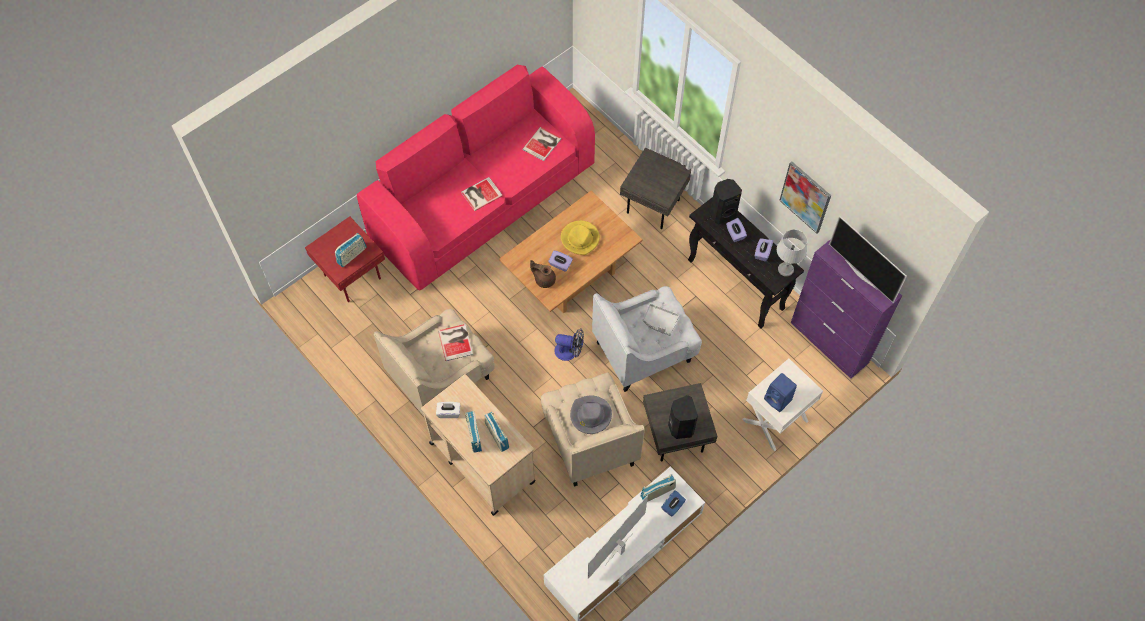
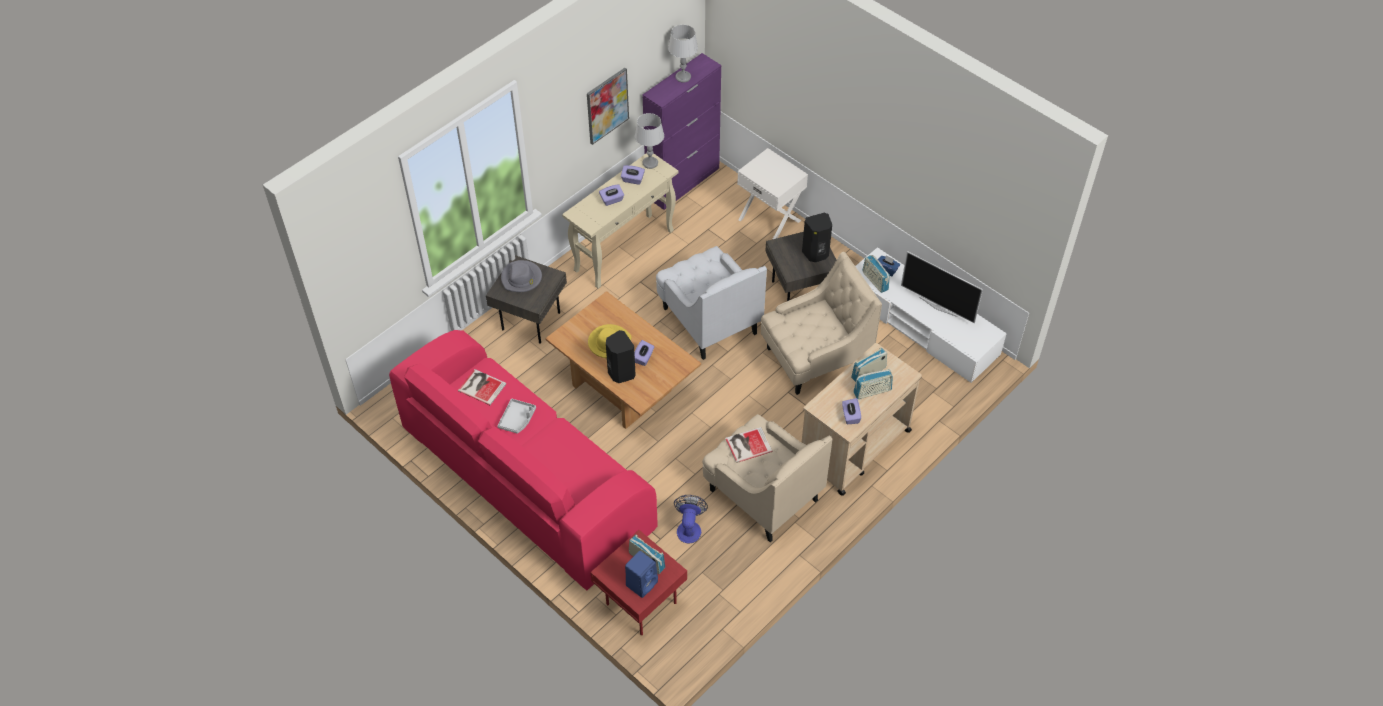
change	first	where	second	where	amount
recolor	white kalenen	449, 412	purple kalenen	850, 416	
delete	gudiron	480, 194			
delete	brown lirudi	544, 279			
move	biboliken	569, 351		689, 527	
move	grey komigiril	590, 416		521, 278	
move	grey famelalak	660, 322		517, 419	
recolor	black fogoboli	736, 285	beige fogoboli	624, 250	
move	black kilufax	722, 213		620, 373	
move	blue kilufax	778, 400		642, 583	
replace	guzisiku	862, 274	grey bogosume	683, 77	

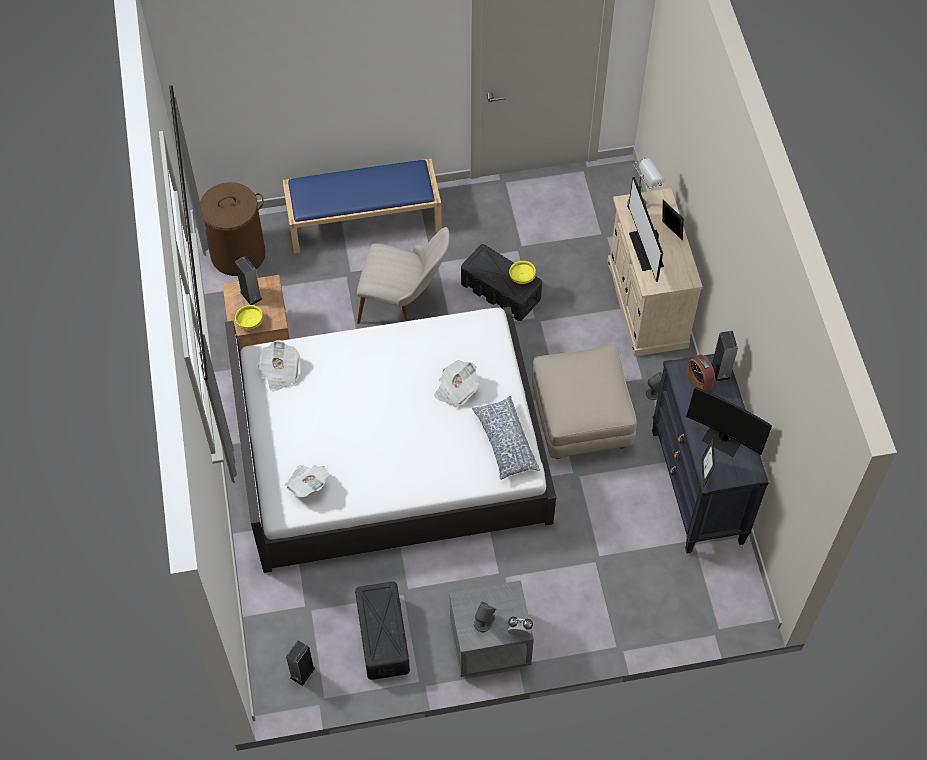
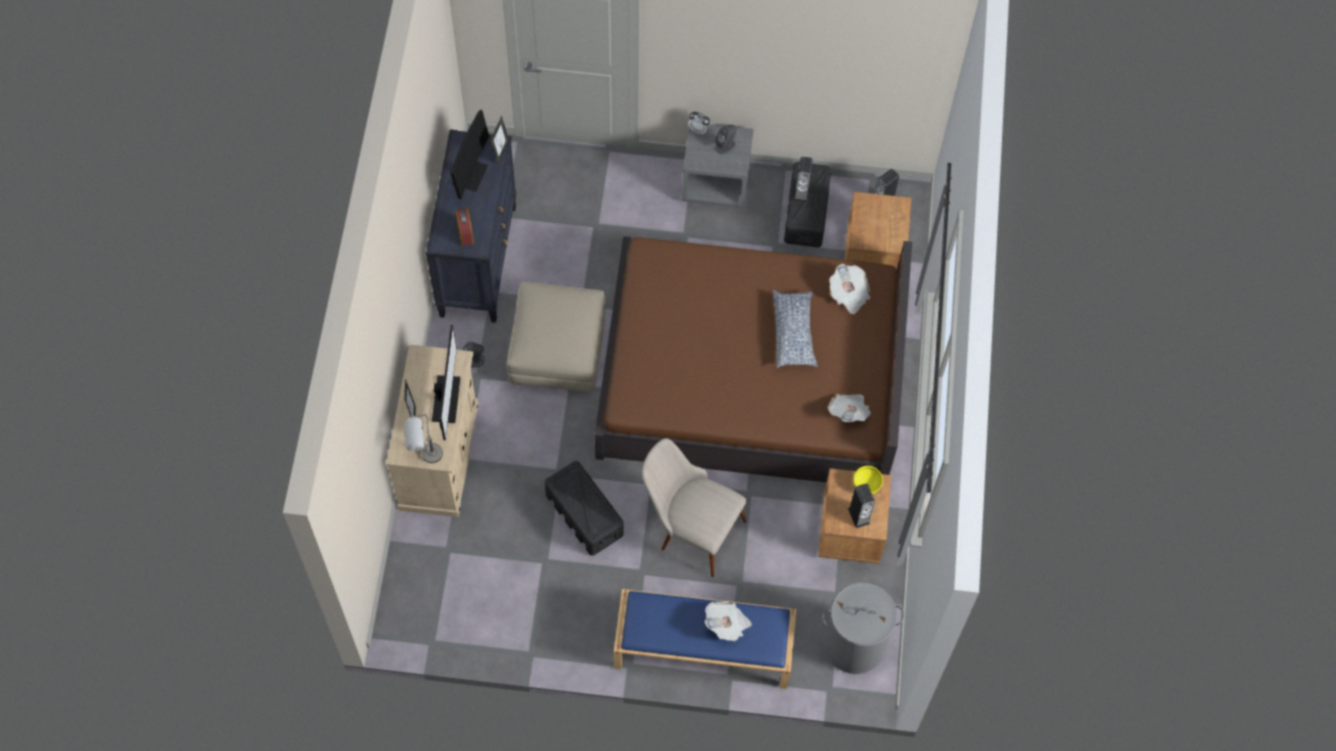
change	first	where	second	where	amount
recolor	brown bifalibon	238, 254	grey bifalibon	854, 644	
recolor	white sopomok	390, 450	brown sopomok	751, 376	
move	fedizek	456, 390		727, 625	
move	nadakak	505, 443		794, 333	
delete	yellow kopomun	522, 277			
rotate	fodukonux	723, 439		470, 175	60 degrees clockwise
move	kilufax	720, 370		801, 192	
insert			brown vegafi	873, 255	

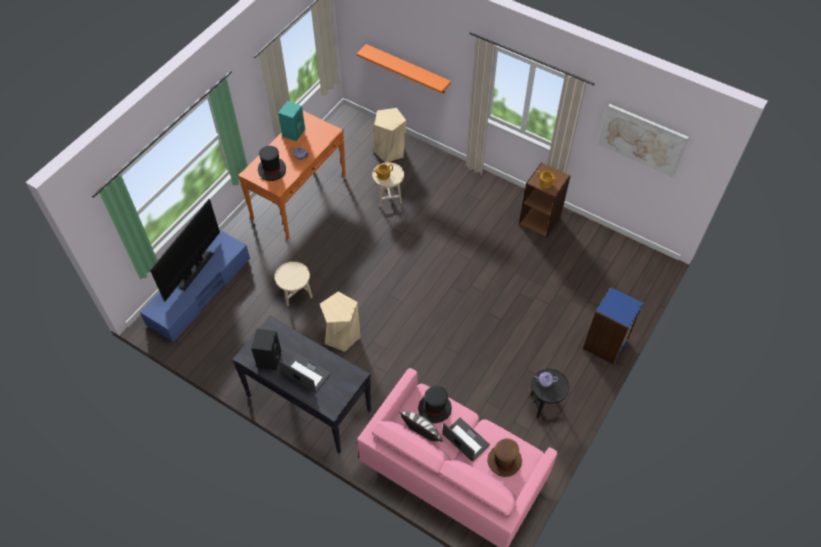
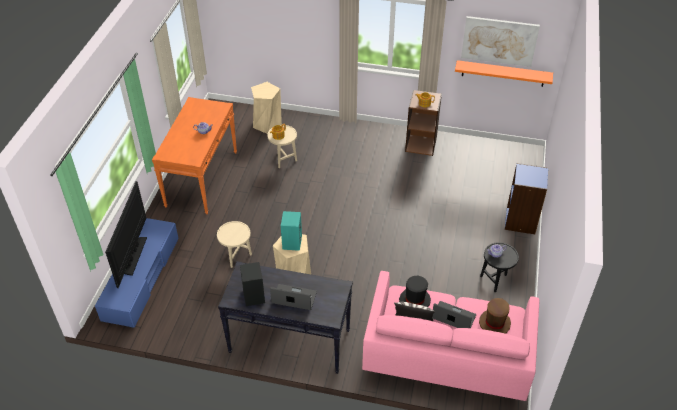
change	first	where	second	where	amount
delete	black komigiril	272, 169			
move	turquoise kilufax	293, 132		291, 242	
move	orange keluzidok	407, 69		503, 73	

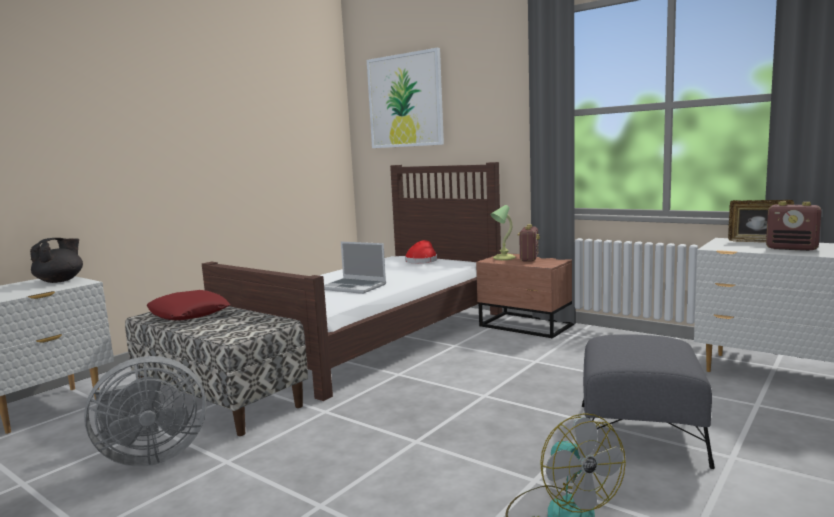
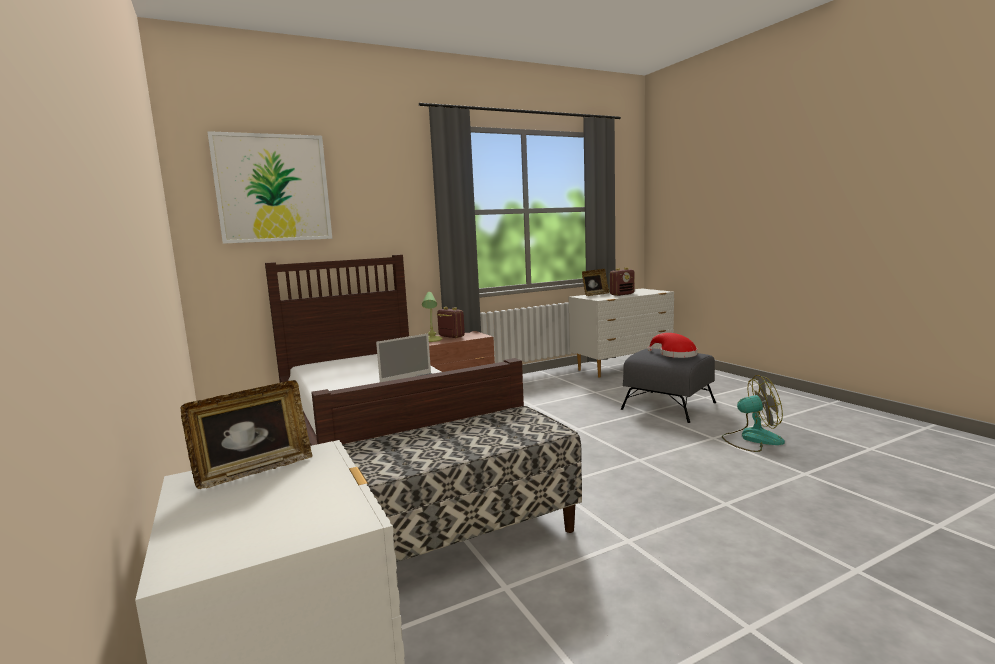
change	first	where	second	where	amount
replace	black lirudi	60, 281	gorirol	254, 470	
delete	grey biboliken	150, 456			
delete	red nadakak	189, 313			
move	red komigiril	422, 261		675, 354	

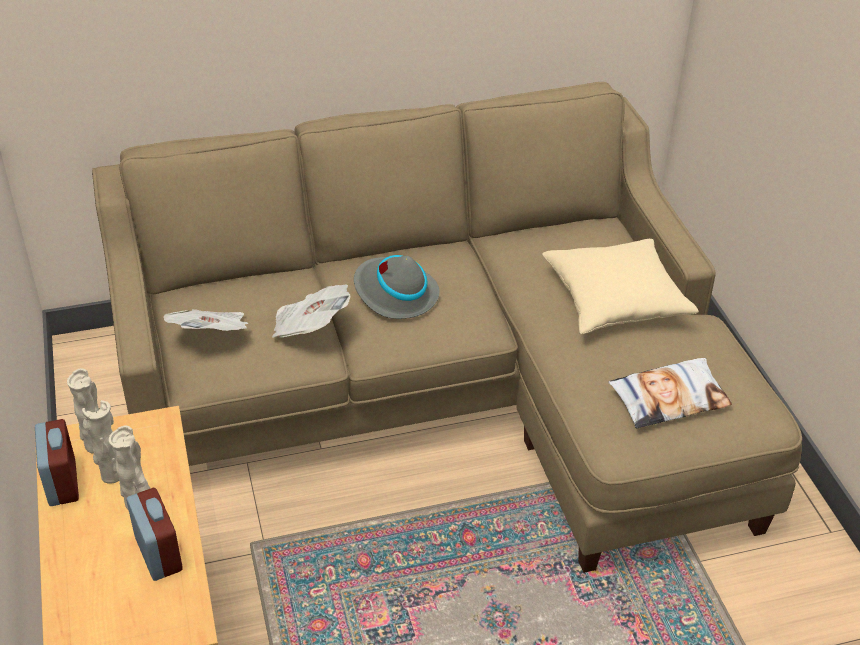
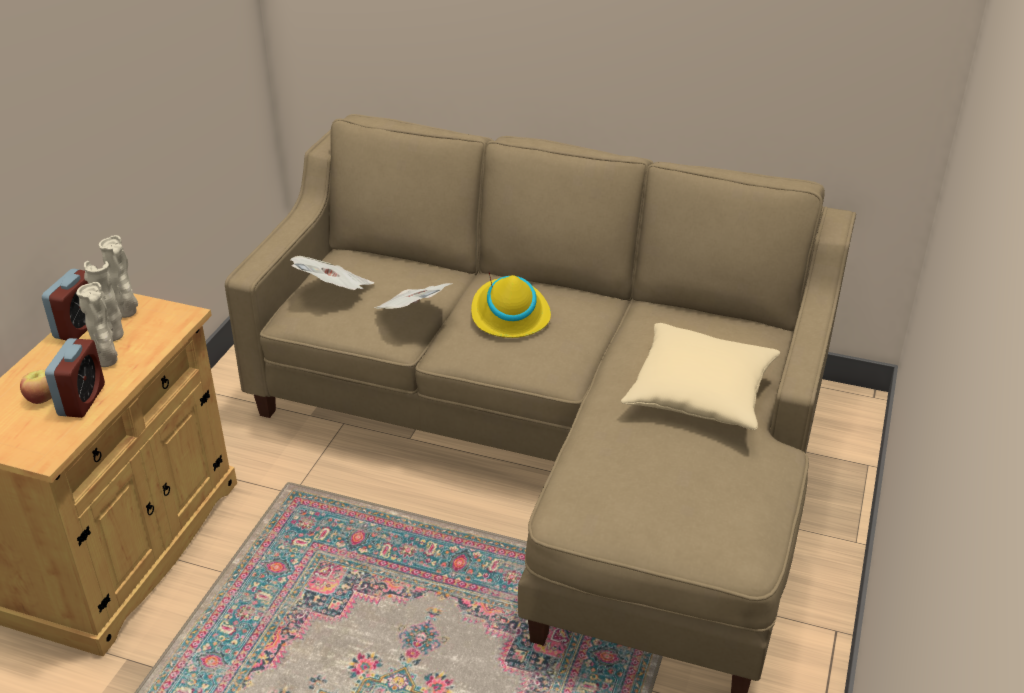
change	first	where	second	where	amount
recolor	grey komigiril	395, 294	yellow komigiril	509, 314	
delete	nadakak	668, 399			
insert			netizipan	42, 398	

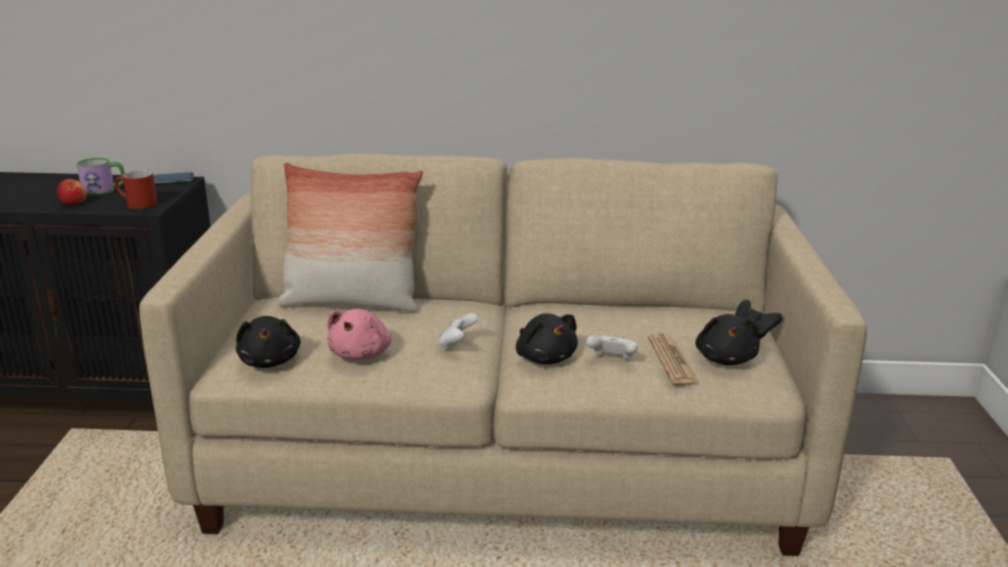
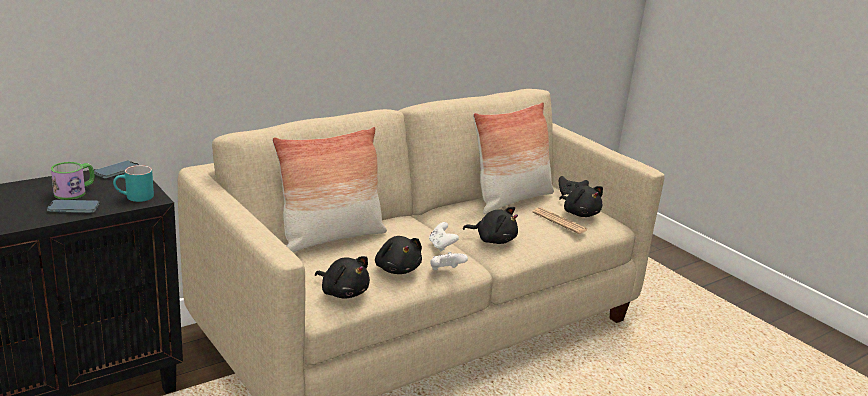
change	first	where	second	where	amount
replace	netizipan	74, 203	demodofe	73, 208	
recolor	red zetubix	136, 204	turquoise zetubix	134, 197	
recolor	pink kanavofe	361, 354	black kanavofe	397, 269	
move	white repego	612, 360		445, 271	
insert			nadakak	511, 199	

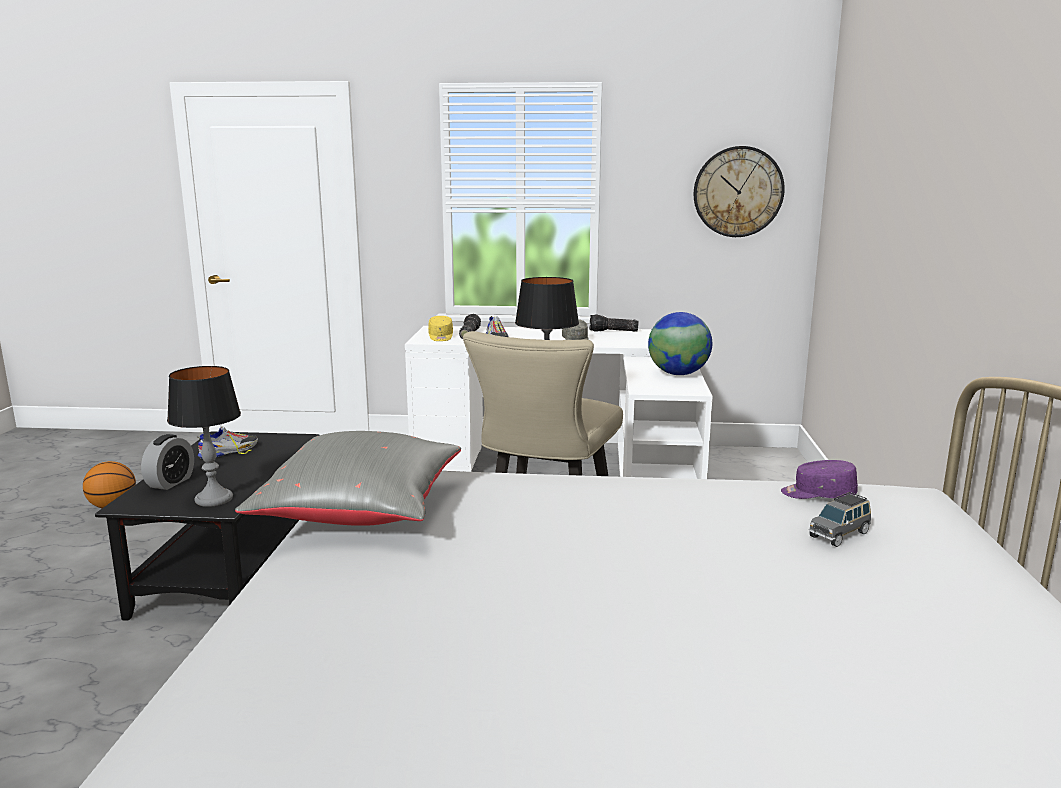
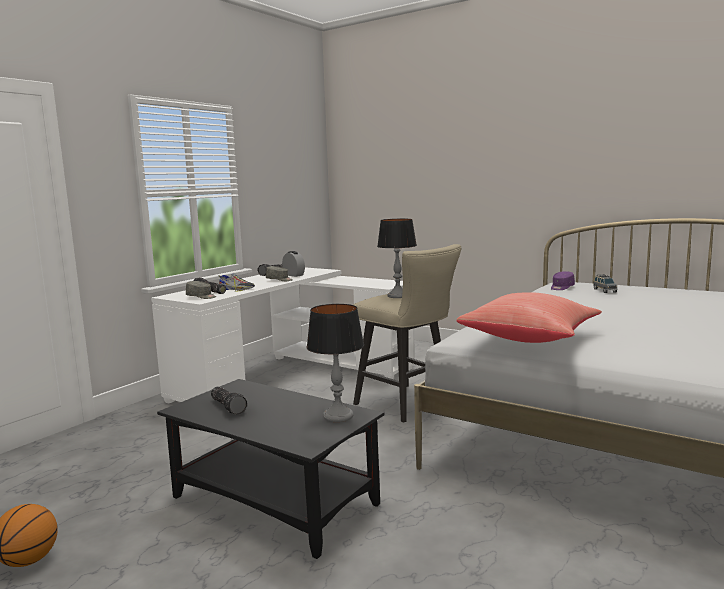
change	first	where	second	where	amount
move	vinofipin	170, 482		293, 275	
replace	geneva	229, 451	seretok	229, 407	
recolor	grey nadakak	363, 512	red nadakak	530, 338	
recolor	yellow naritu	441, 337	grey naritu	201, 297	
delete	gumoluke	678, 374			
delete	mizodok	738, 192			

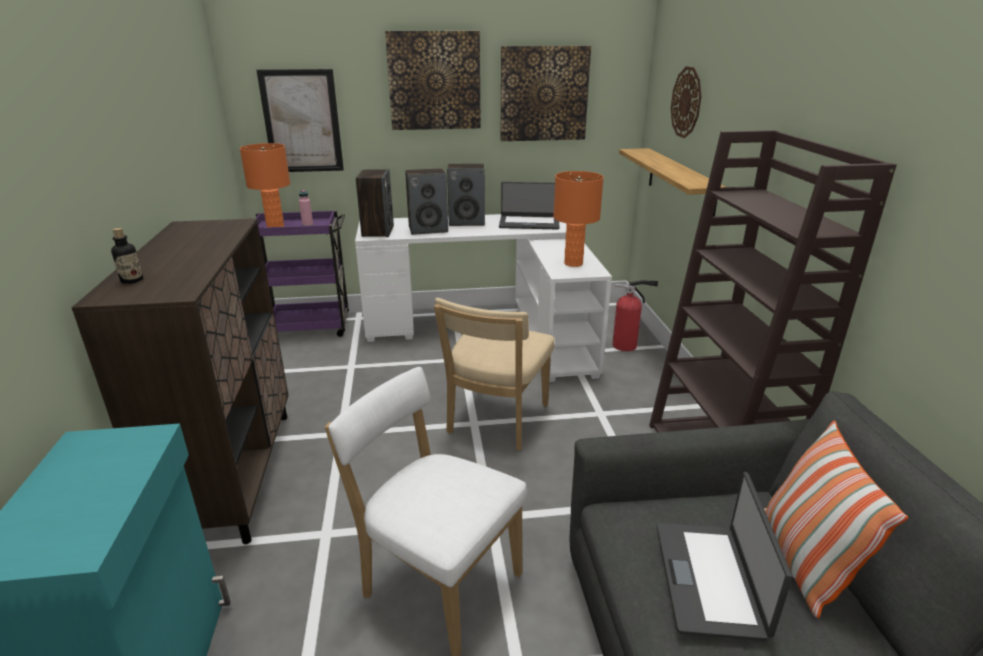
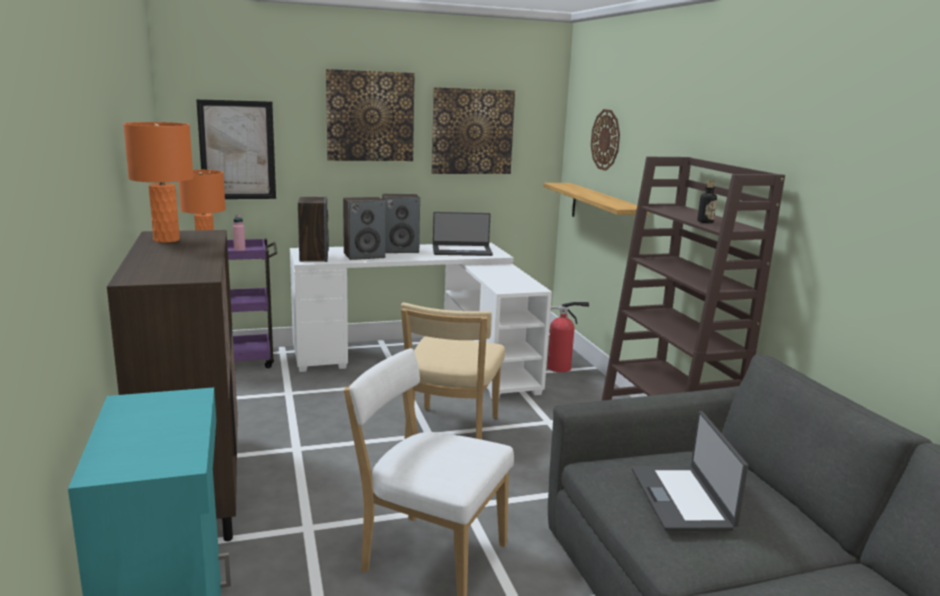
change	first	where	second	where	amount
move	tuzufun	132, 280		705, 222	
move	orange bogosume	573, 263		166, 240	
delete	nadakak	803, 562			

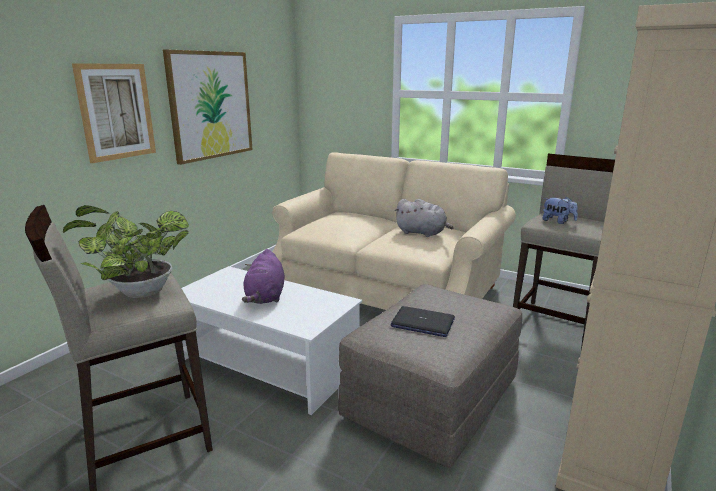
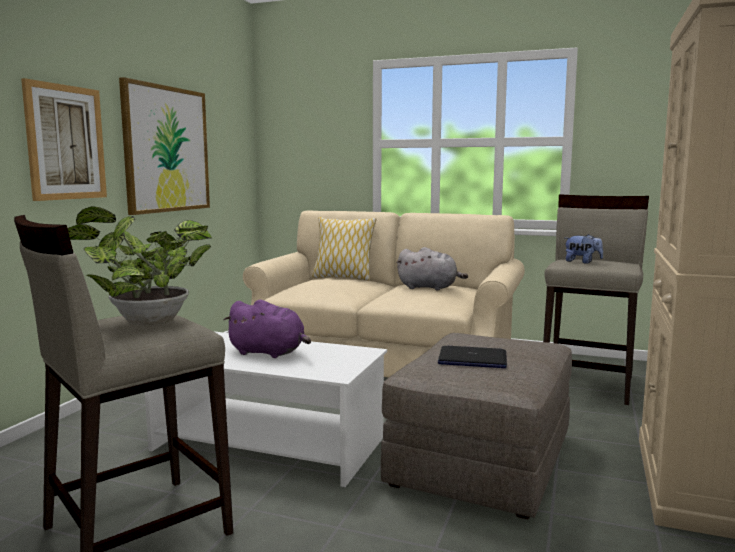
change	first	where	second	where	amount
rotate	purple kanavofe	265, 297		269, 353	60 degrees counterclockwise
insert			nadakak	343, 278	

